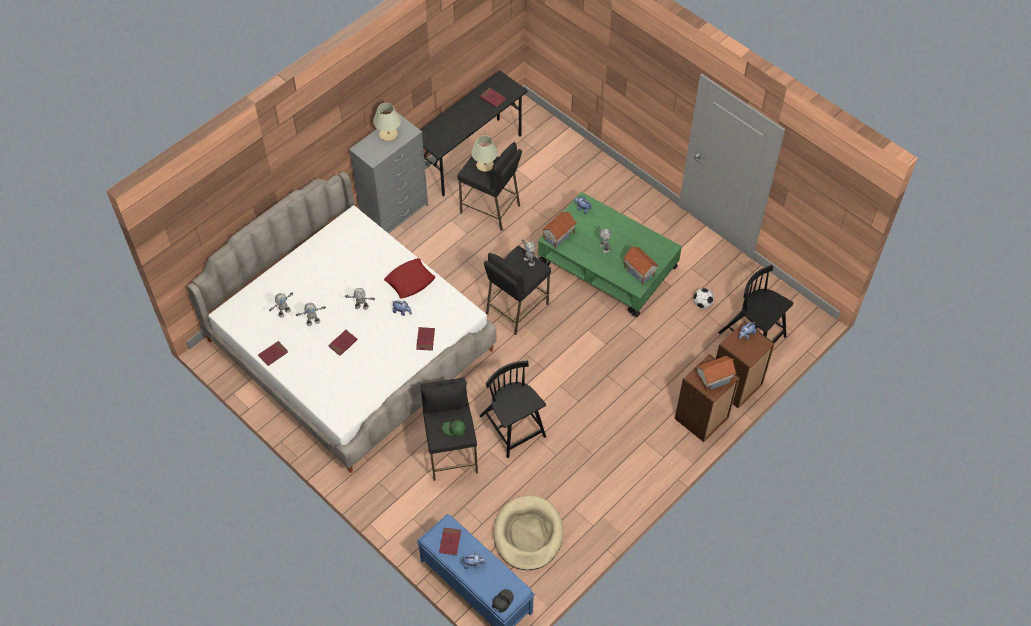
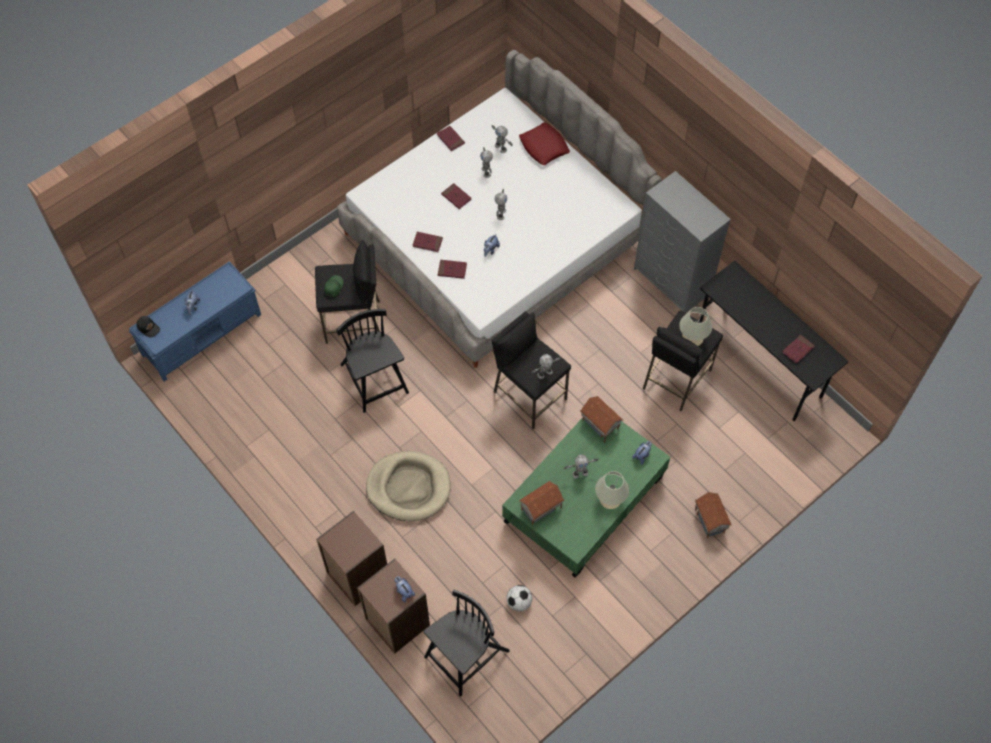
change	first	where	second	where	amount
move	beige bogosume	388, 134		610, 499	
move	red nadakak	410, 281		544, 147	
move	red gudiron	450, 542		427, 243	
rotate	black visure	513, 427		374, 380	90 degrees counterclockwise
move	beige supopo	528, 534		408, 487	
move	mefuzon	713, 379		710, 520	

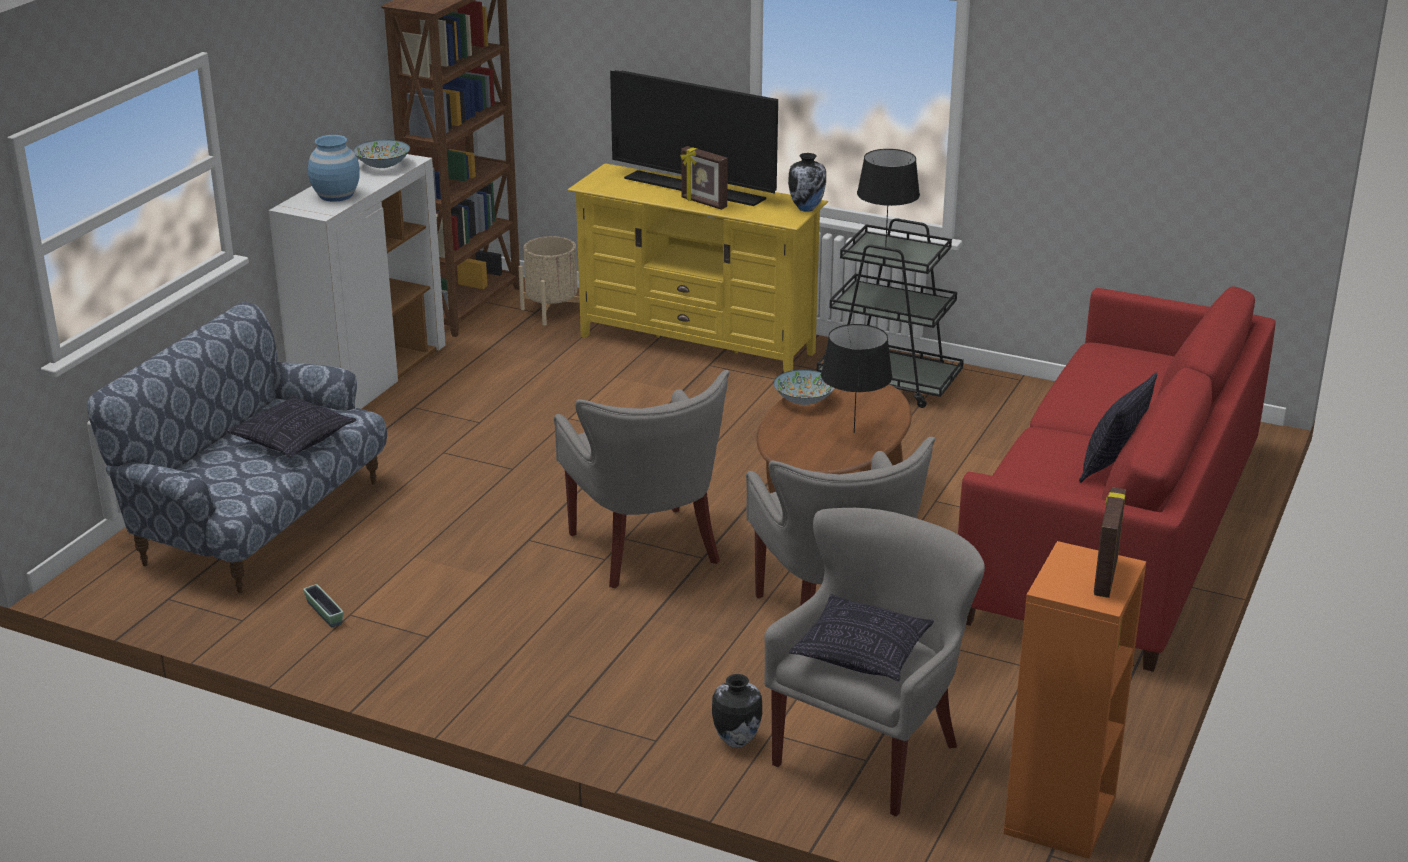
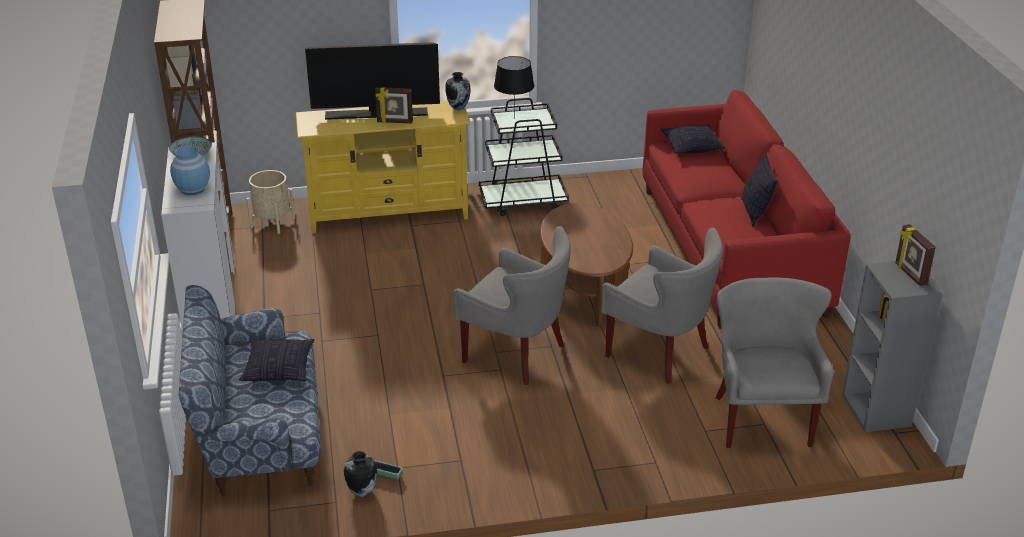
change	first	where	second	where	amount
move	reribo	736, 741		361, 492	
delete	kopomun	803, 400			
move	nadakak	862, 654		691, 147	
delete	black bogosume	853, 432			
recolor	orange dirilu	1061, 816	grey dirilu	877, 411	

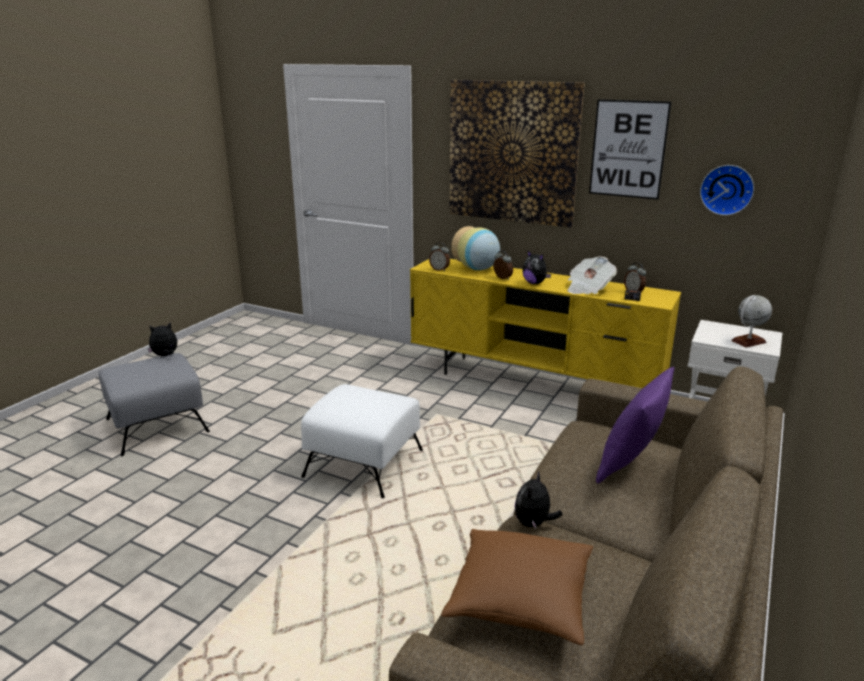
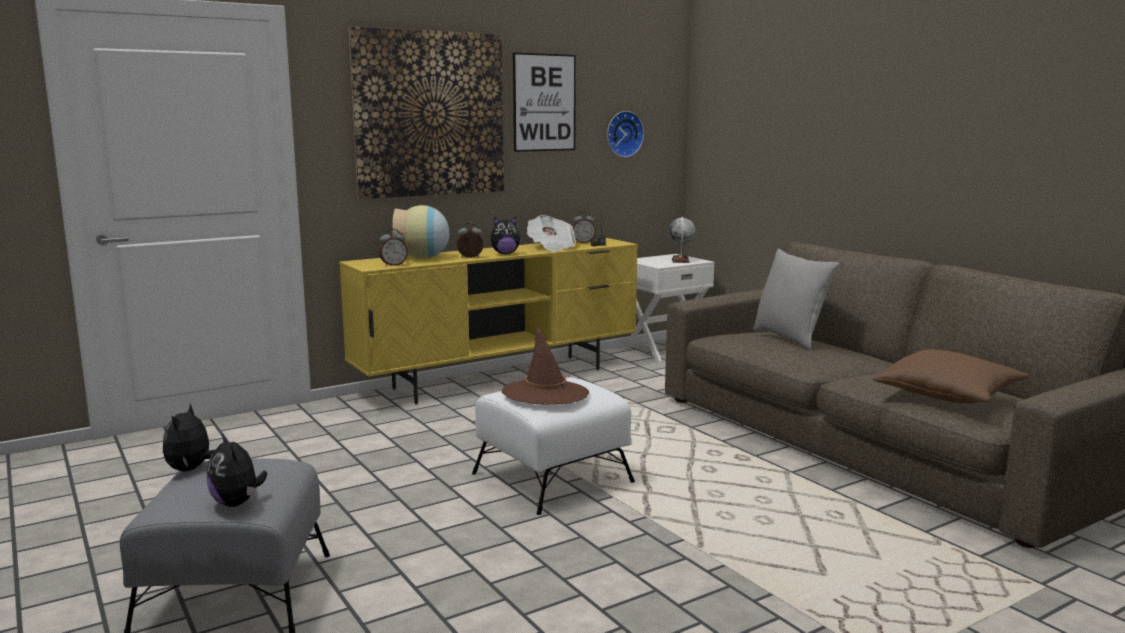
change	first	where	second	where	amount
move	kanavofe	534, 523		237, 503	
recolor	purple nadakak	630, 465	grey nadakak	790, 338	
insert			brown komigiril	545, 393	

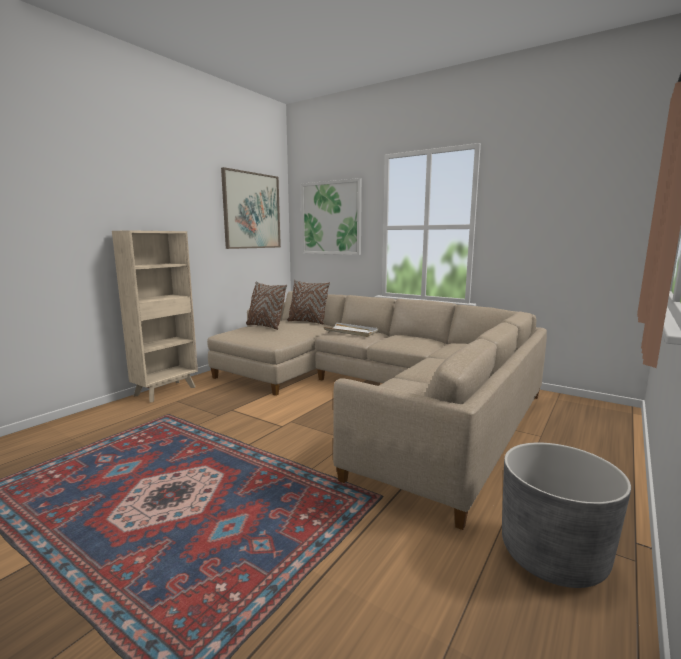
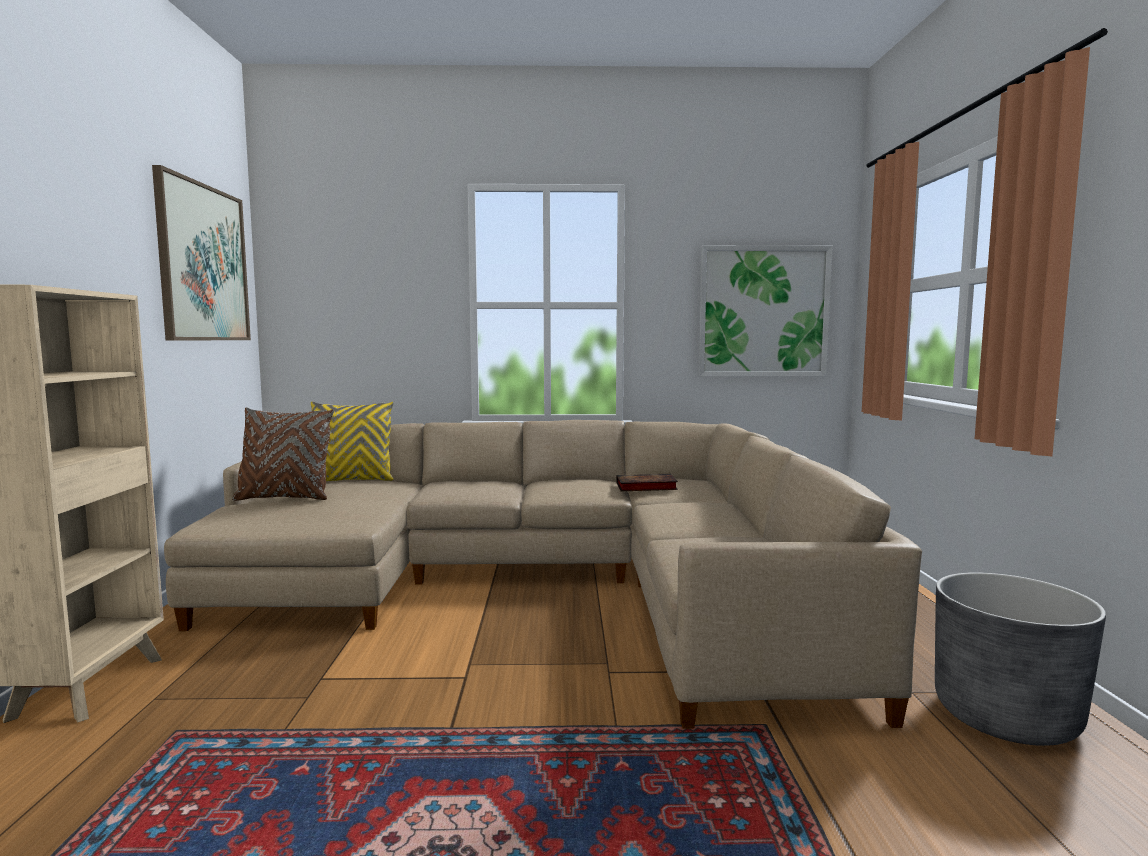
change	first	where	second	where	amount
recolor	brown nadakak	307, 322	yellow nadakak	352, 481	
move	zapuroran	331, 218		763, 312	
delete	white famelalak	351, 331			
insert			gudiron	644, 487	

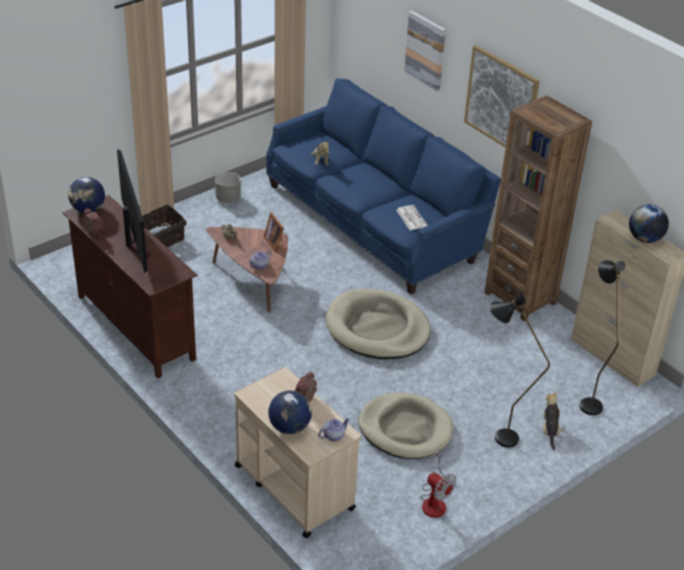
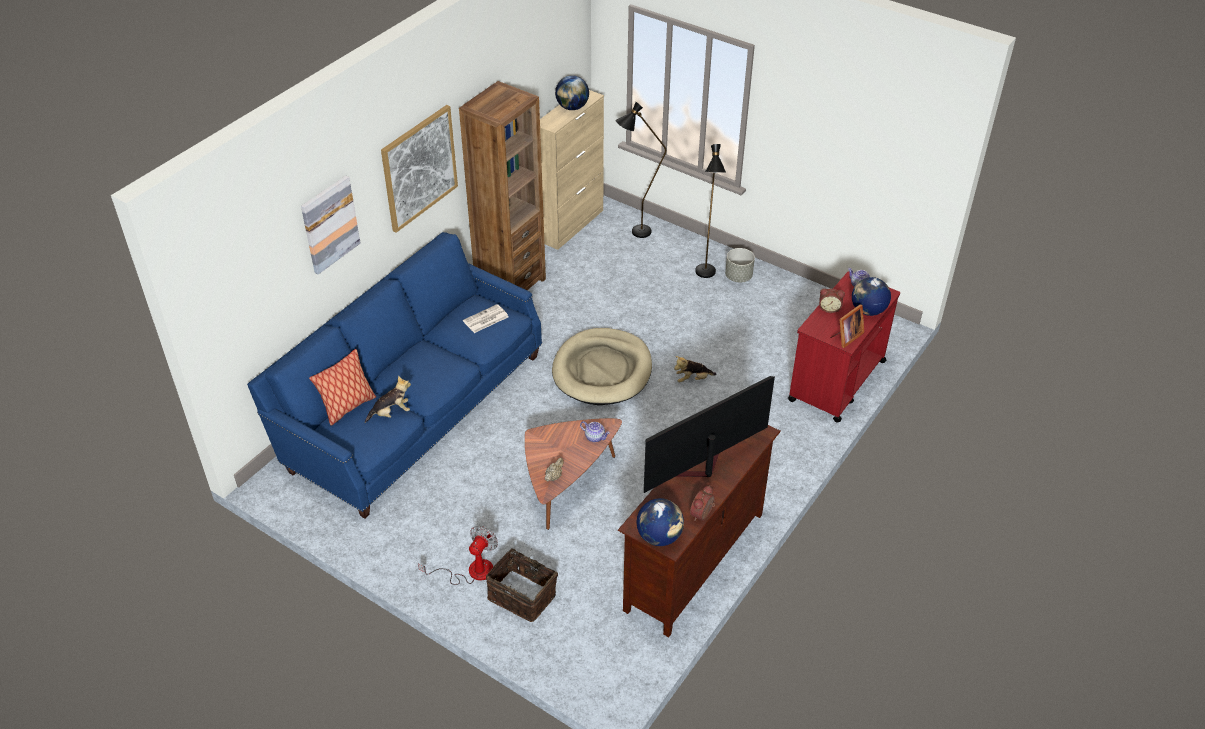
change	first	where	second	where	amount
move	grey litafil	228, 198		738, 276	
recolor	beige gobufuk	293, 486	red gobufuk	836, 381	
move	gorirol	275, 242		846, 337	
delete	beige supopo	405, 429			
move	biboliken	434, 501		471, 571	
move	kanavofe	550, 431		693, 379	
insert			nadakak	348, 407	

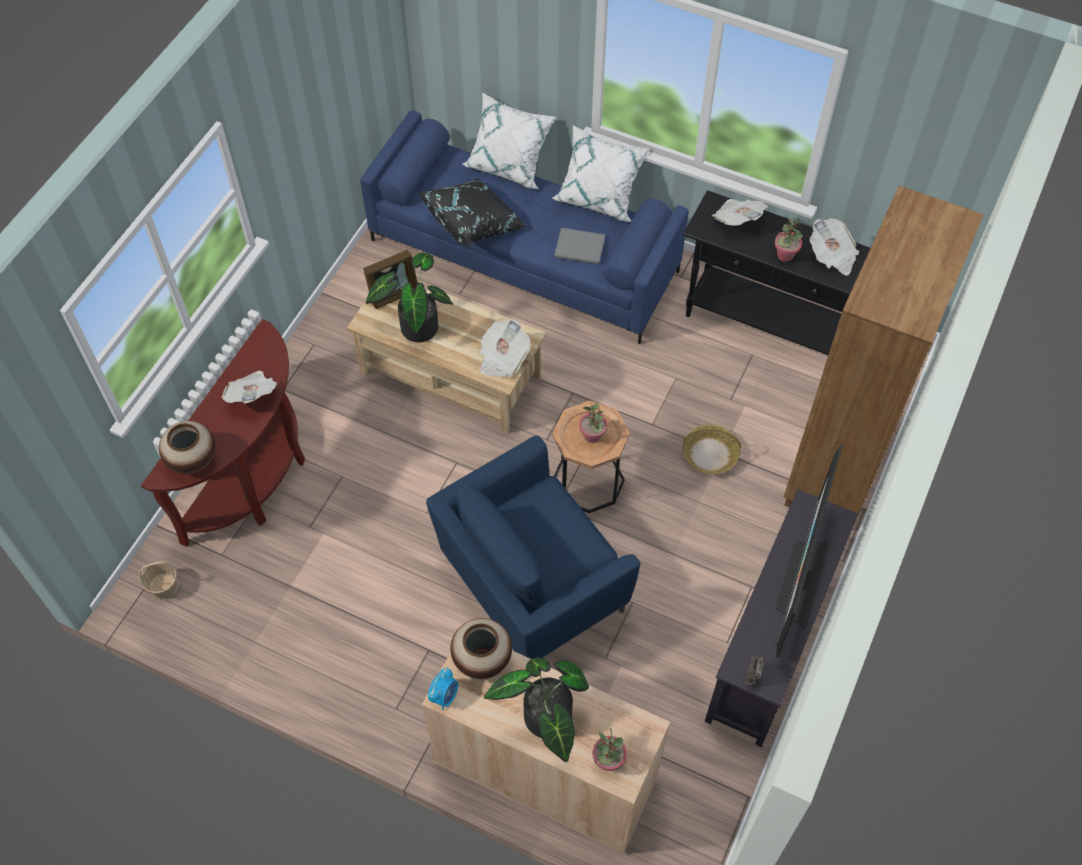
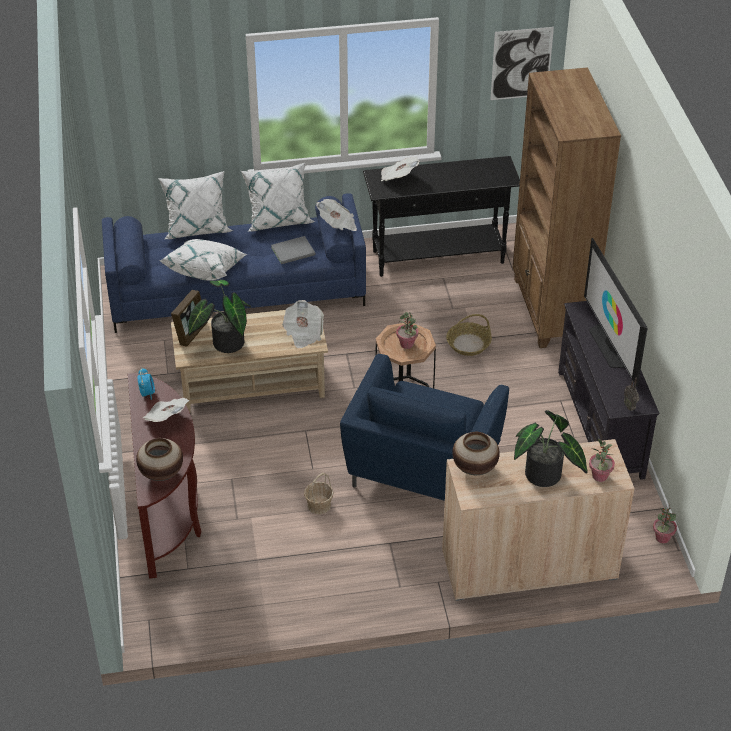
change	first	where	second	where	amount
move	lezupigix	163, 586		318, 505	
recolor	black nadakak	474, 223	white nadakak	205, 270	
move	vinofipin	444, 696		147, 393	
move	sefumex	785, 255		662, 538	
move	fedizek	832, 256		337, 224	
insert			zapuroran	521, 63	

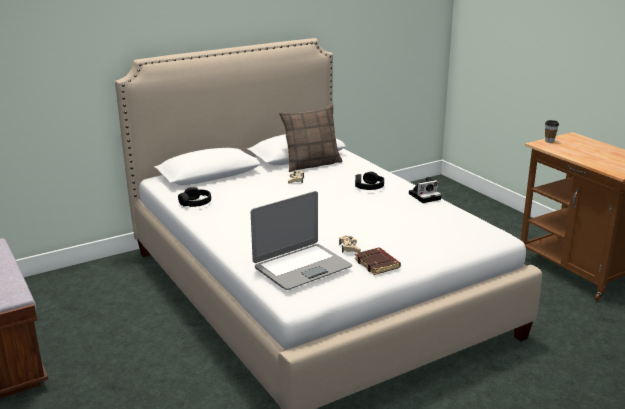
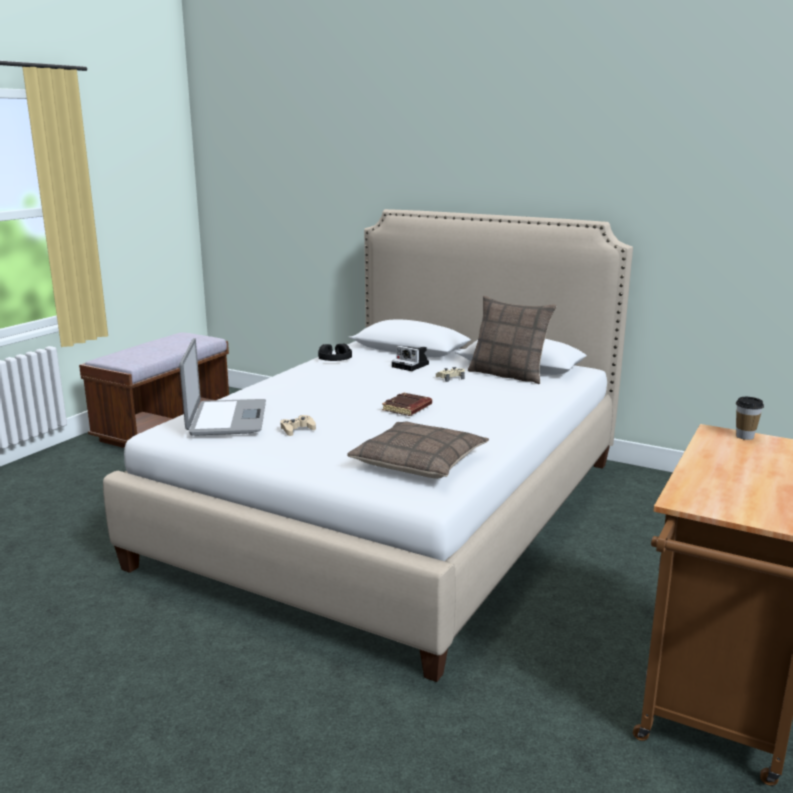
change	first	where	second	where	amount
rotate	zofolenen	301, 267		226, 418	120 degrees counterclockwise
delete	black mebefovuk	368, 187			
move	brown gudiron	378, 264		407, 408	
move	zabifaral	425, 196		412, 365	
insert			nadakak	419, 462	

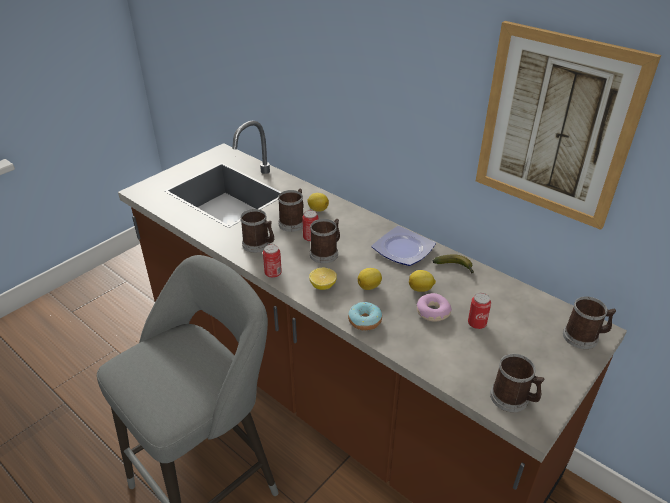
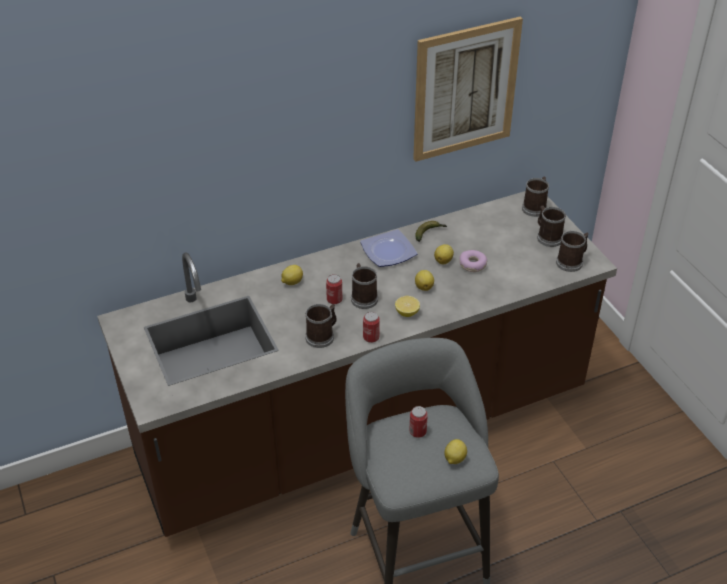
change	first	where	second	where	amount
move	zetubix	293, 222		547, 237	
delete	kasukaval	364, 321			
move	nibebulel	476, 323		417, 432	
insert			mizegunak	454, 459	

